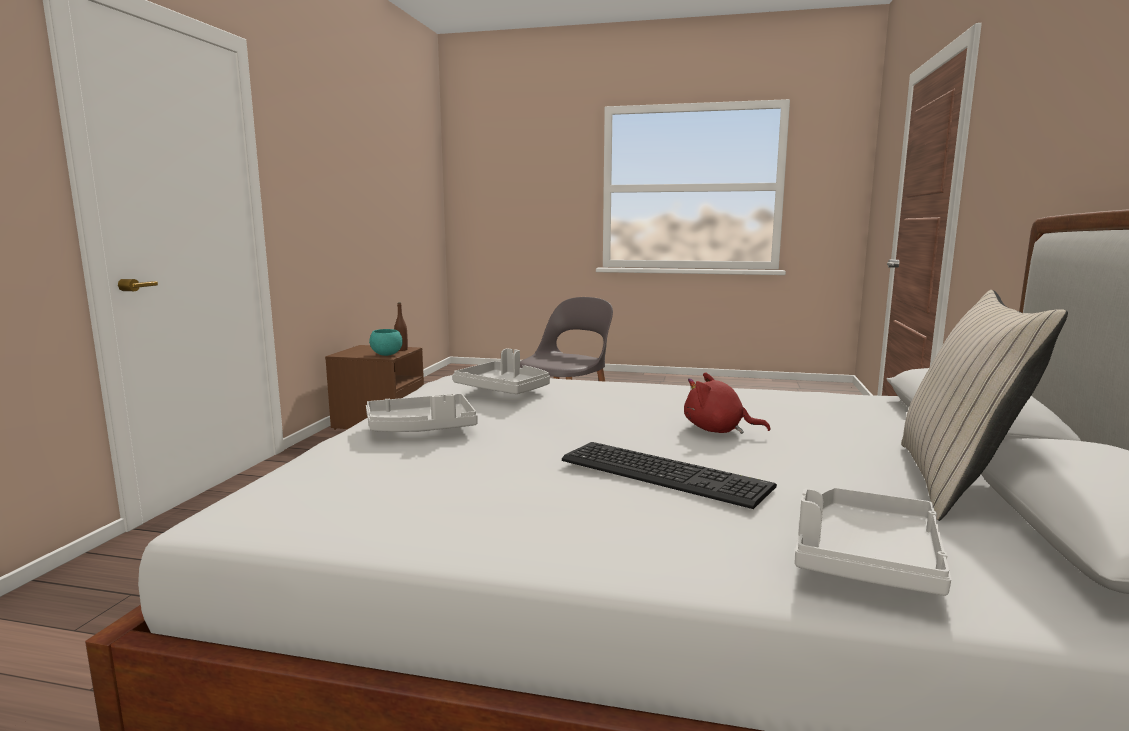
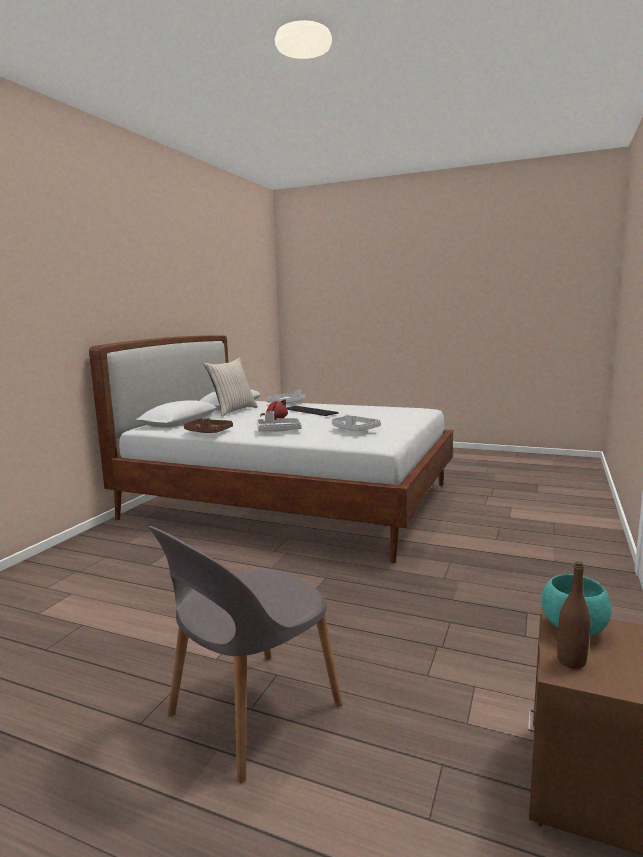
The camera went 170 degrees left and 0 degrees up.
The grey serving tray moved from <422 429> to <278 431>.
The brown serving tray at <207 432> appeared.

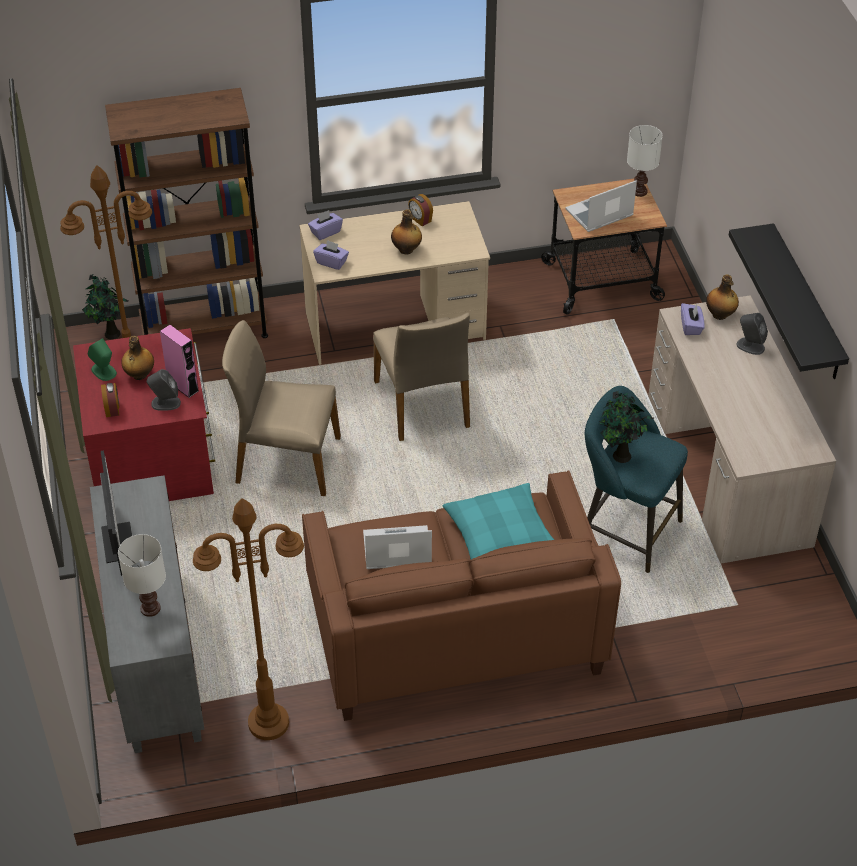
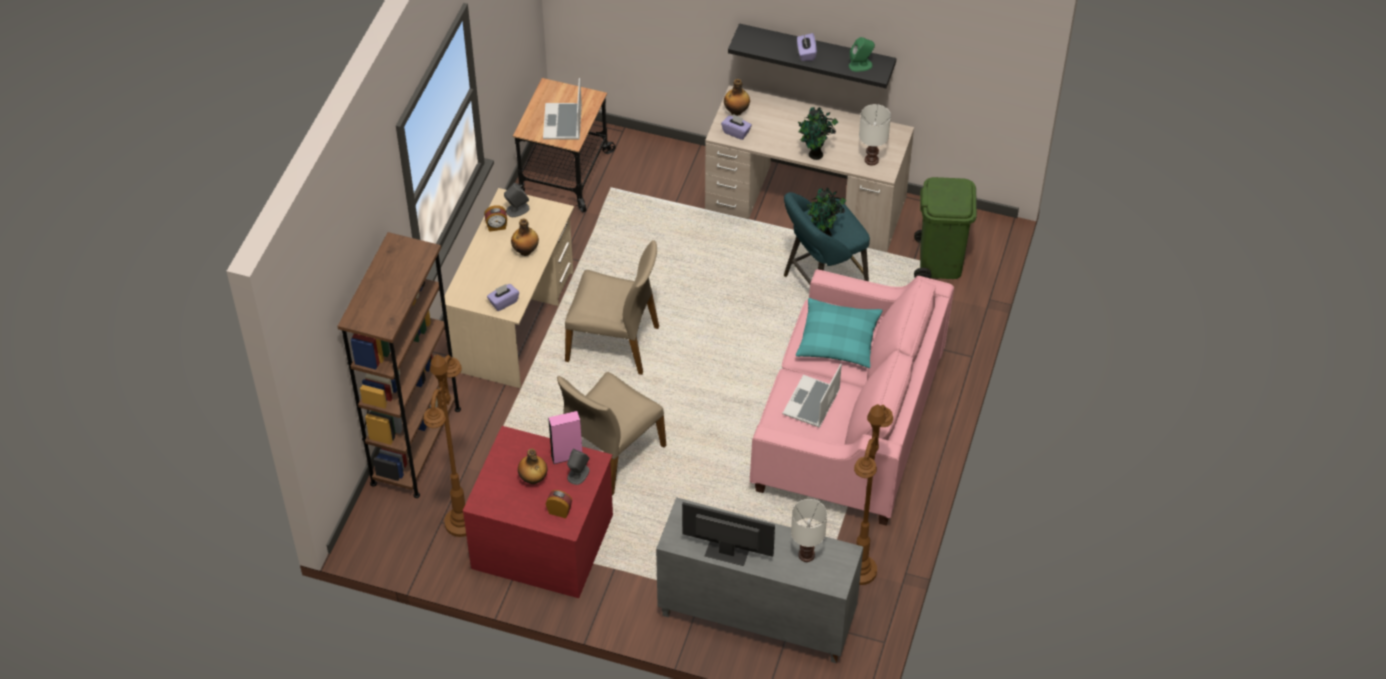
The camera went 60 degrees left and 5 degrees up.
The houseplant moved from <110 334> to <815 155>.
The green loudspeaker moved from <104 371> to <861 65>.
The brown settee at <455 631> became the pink settee at <848 426>.
The purplish tissue holder moved from <325 232> to <806 53>.
The whitish lamp for a table moved from <640 191> to <872 160>.
The grey loudspeaker moved from <750 346> to <517 209>.
The green waste bin at <940 261> appeared.

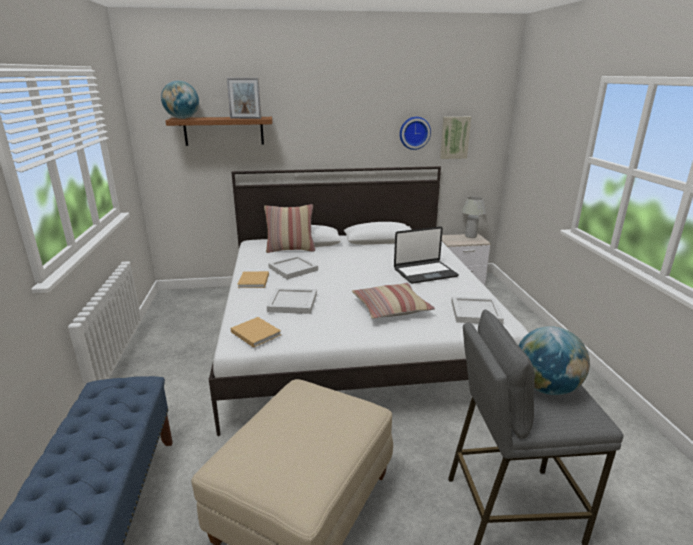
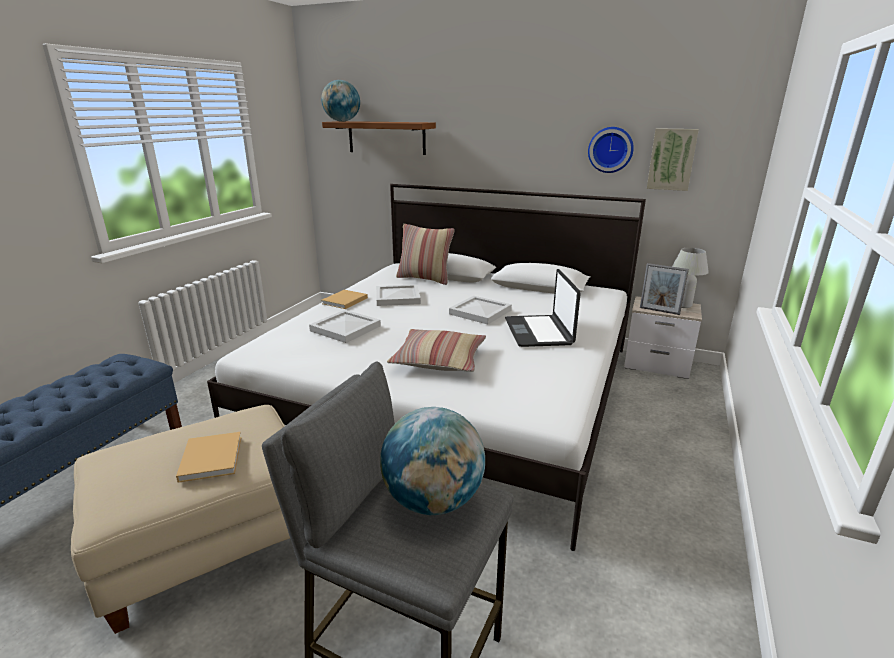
The camera went 30 degrees right and 0 degrees up.
The standing frame moved from <245 118> to <659 311>.
The beige bound book moved from <255 333> to <211 457>.
The portable computer at <425 272> turned 75 degrees clockwise.
The whitish serving tray moved from <476 313> to <480 312>.

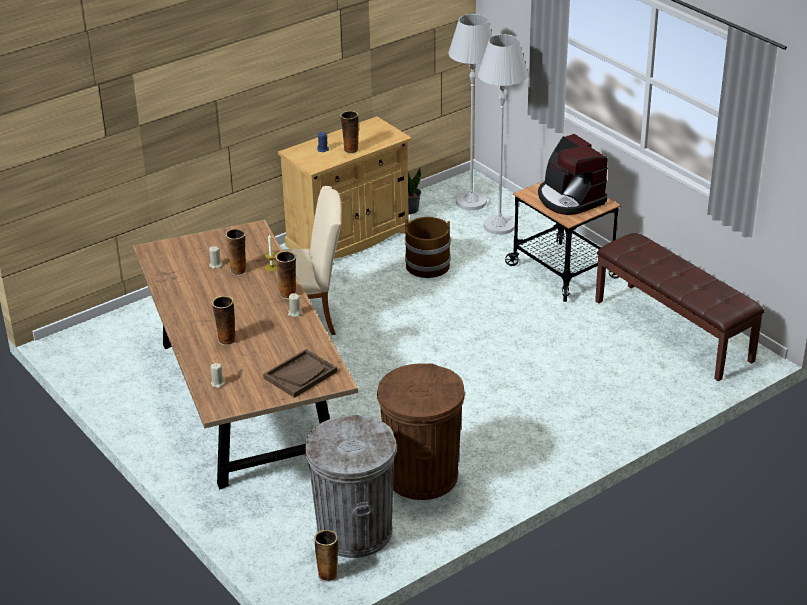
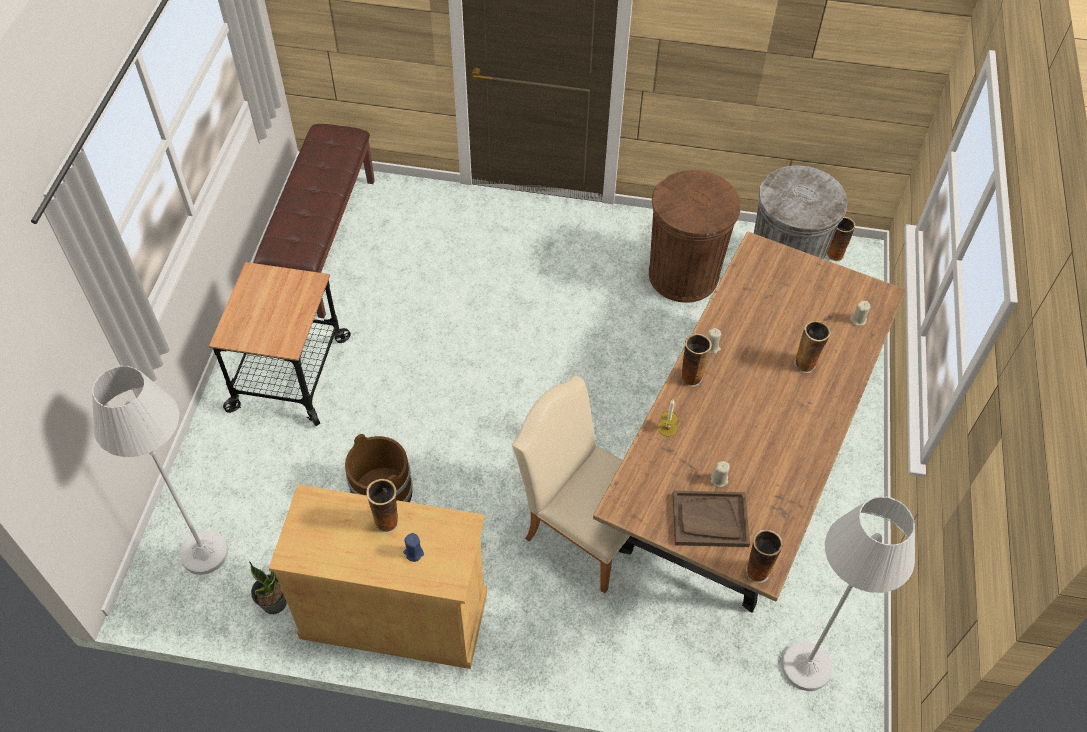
The camera went 135 degrees left and 20 degrees up.
The decorative vase moved from <239 270> to <756 570>.
The brown serving tray moved from <300 375> to <709 520>.
The whitish floor lamp moved from <499 226> to <806 666>.
The coffee machine at <570 199> disappeared.

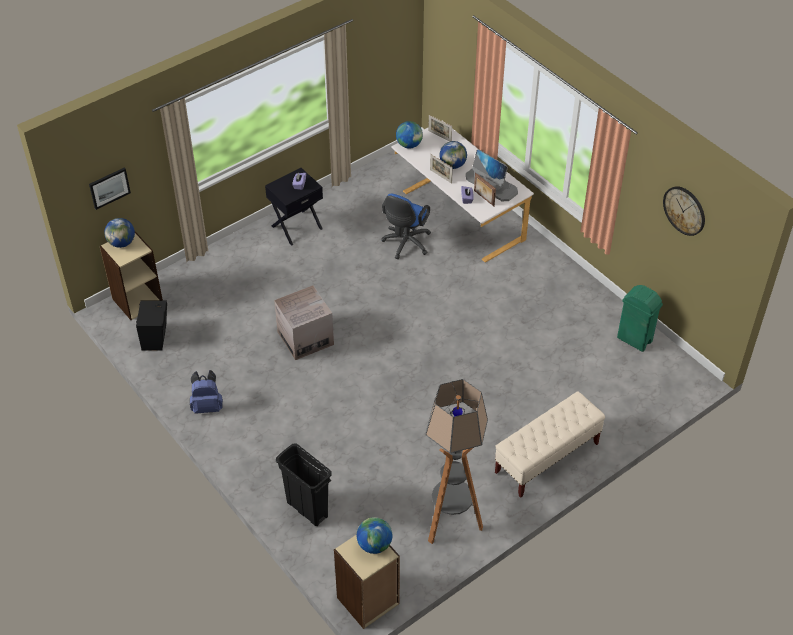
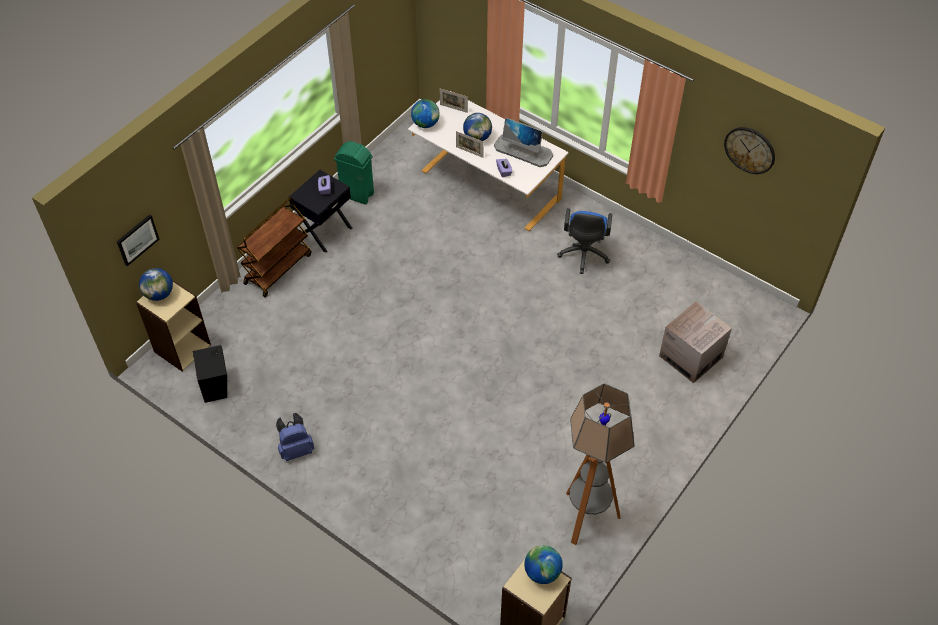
The camera went 15 degrees left and 5 degrees up.
The carton moved from <305 338> to <691 356>.
The black waste bin at <307 509> disappeared.
The blue computer chair moved from <405 244> to <583 255>.
The standing frame at <483 198> disappeared.
The beige long seat at <546 458> disappeared.
The green waste bin moved from <634 340> to <357 195>.
The brown trolley at <278 268> appeared.

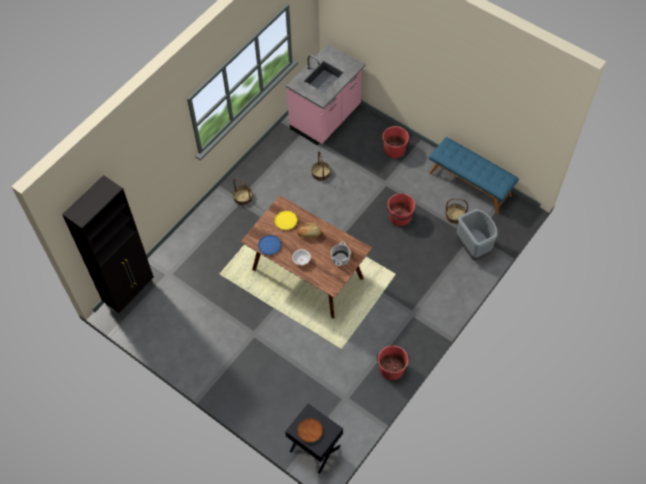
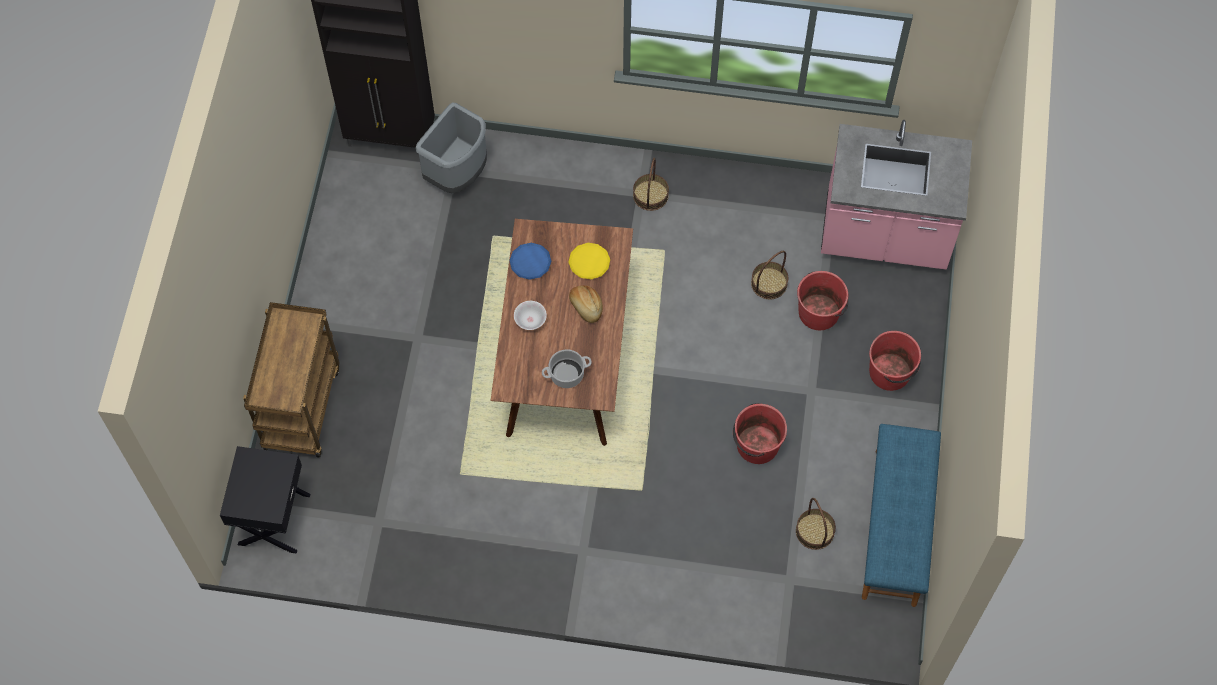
The camera went 60 degrees right and 5 degrees up.
The brown flat dish at <310 431> disappeared.
The red-coloured water bucket moved from <391 368> to <819 312>.
The grey waste bin moved from <473 247> to <457 173>.
The brown trolley at <301 406> appeared.

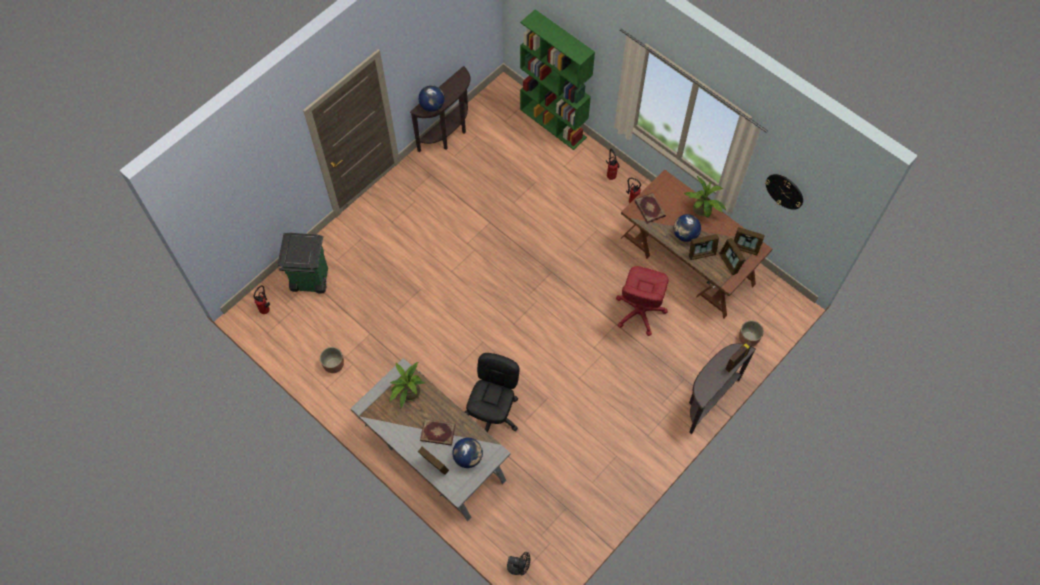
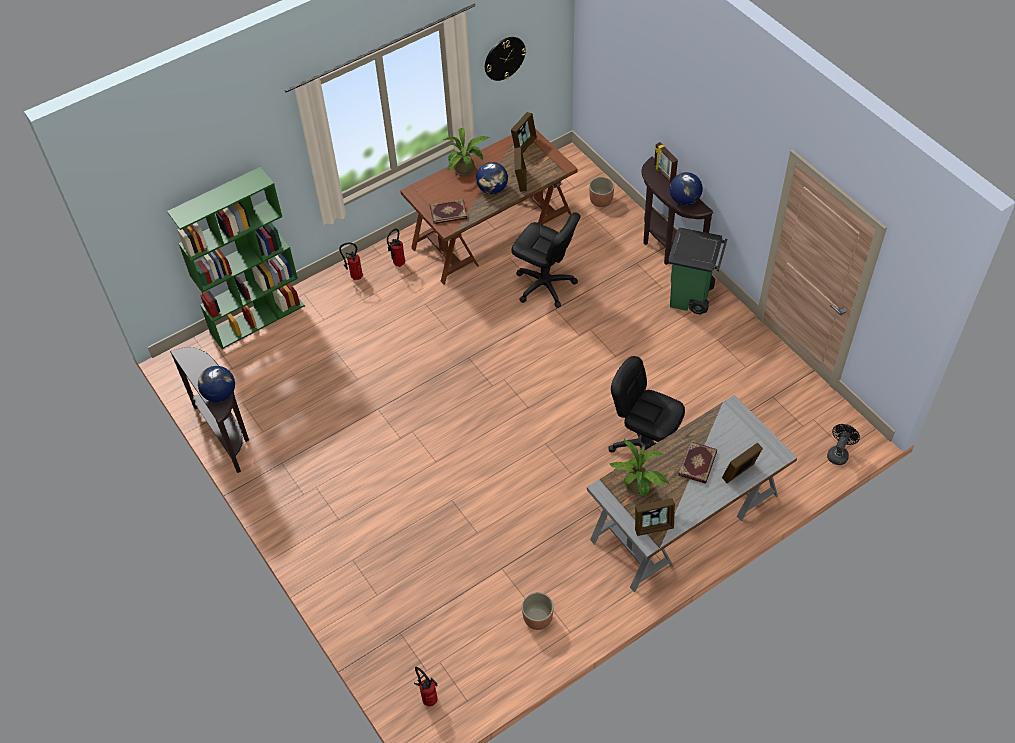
The camera went 75 degrees left and 10 degrees down.
The green waste bin moved from <309 280> to <691 297>.
The world globe moved from <468 457> to <684 200>.
The red-coloured computer chair at <639 312> became the black computer chair at <545 285>.
The standing frame moved from <729 263> to <653 526>.

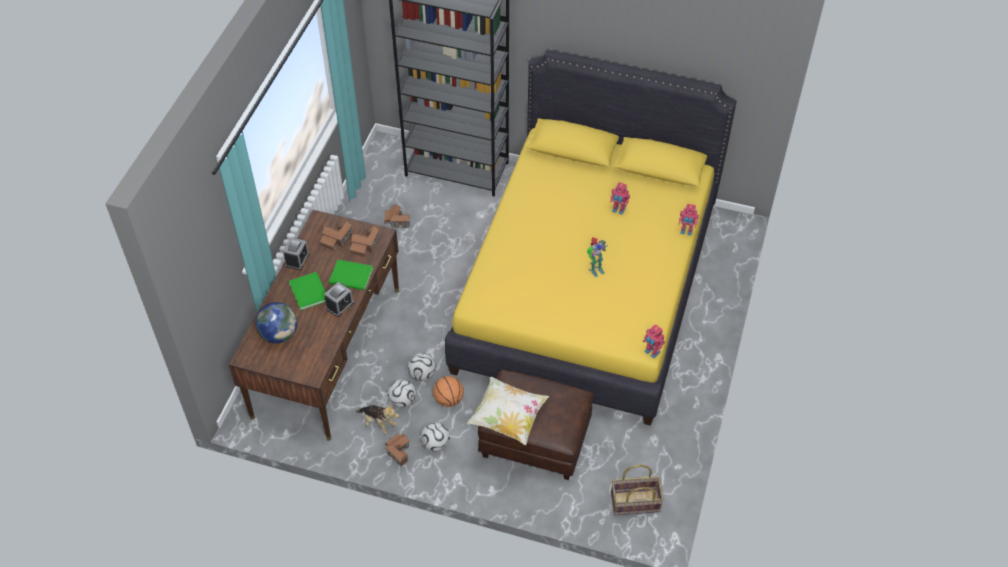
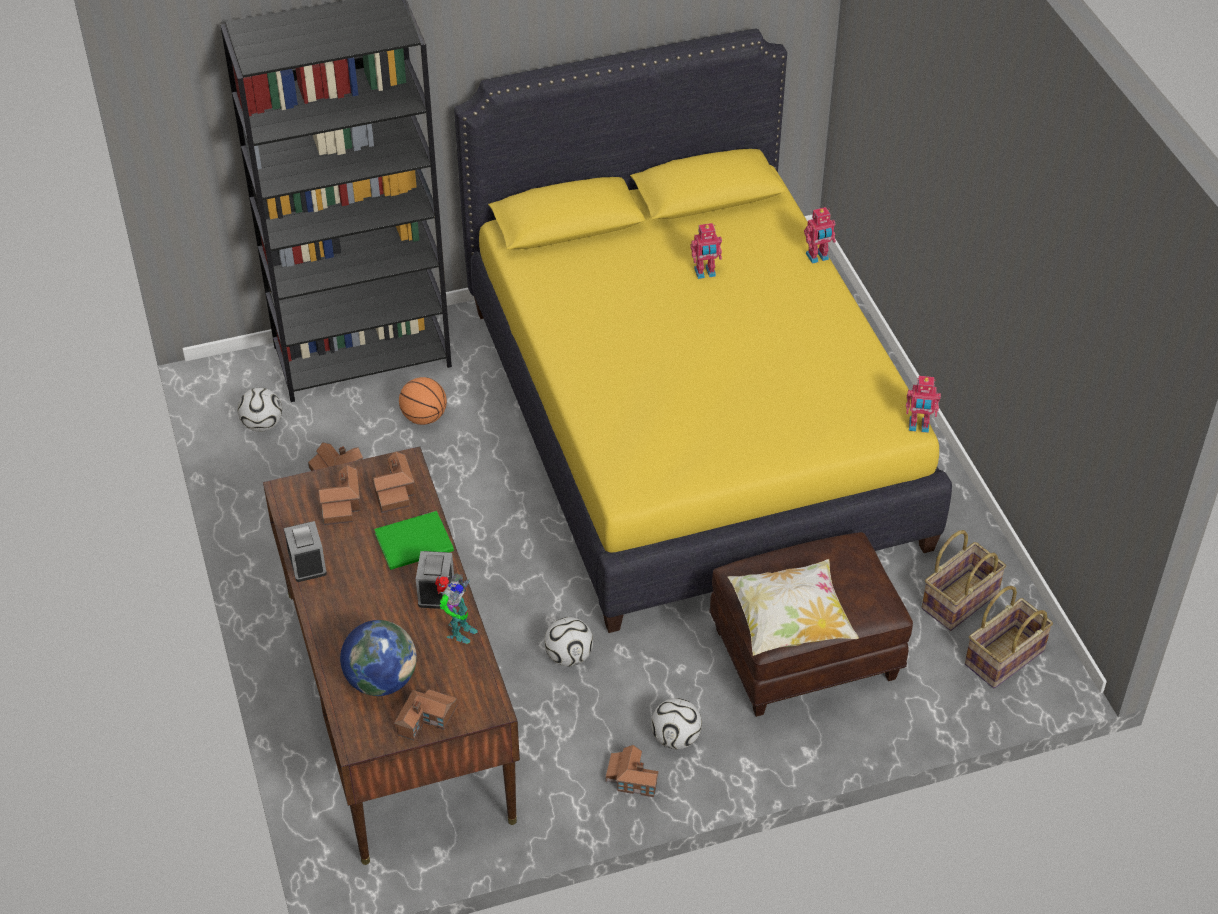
The camera went 35 degrees left and 5 degrees down.
The green bound book at <309 290> disappeared.
The plush toy at <378 423> disappeared.
The ball for football moved from <402 401> to <262 424>.
The basketball moved from <448 399> to <424 417>.
The model robot moved from <595 269> to <458 632>.
The miniature house at <427 719> appeared.
The storage basket at <959 600> appeared.

